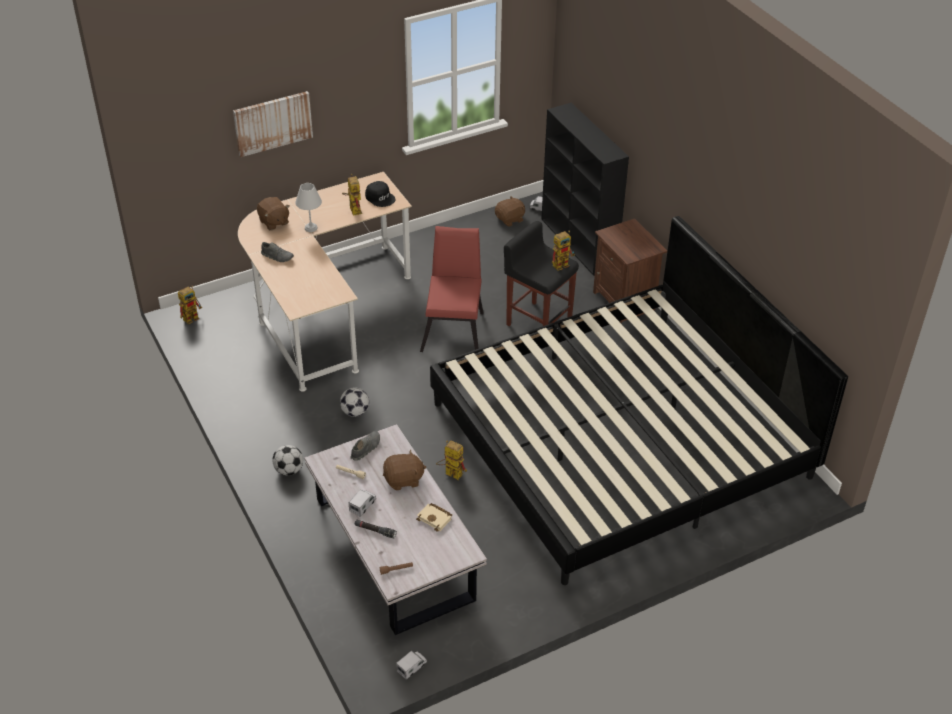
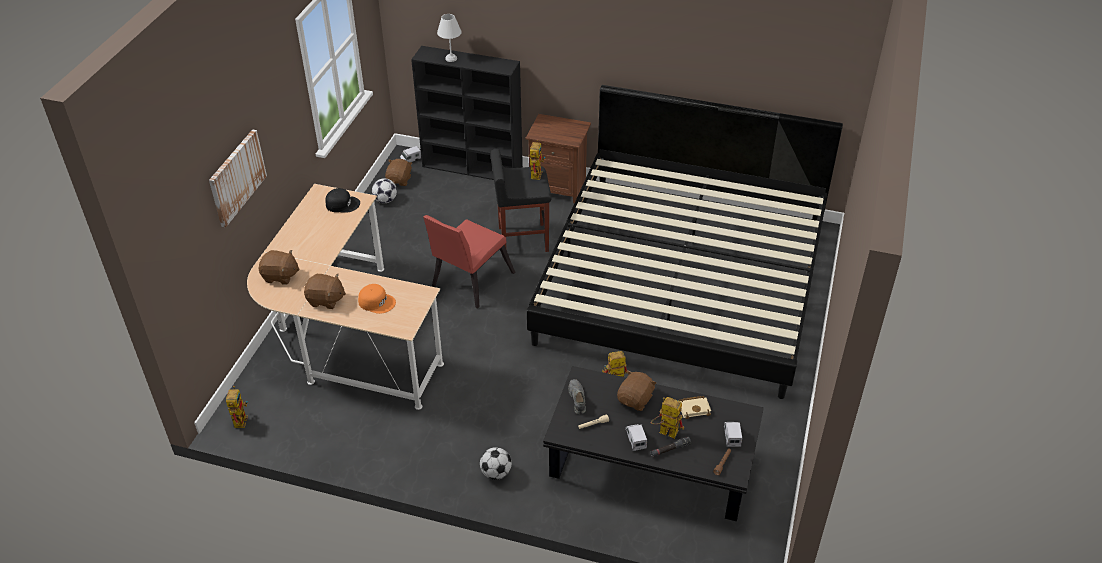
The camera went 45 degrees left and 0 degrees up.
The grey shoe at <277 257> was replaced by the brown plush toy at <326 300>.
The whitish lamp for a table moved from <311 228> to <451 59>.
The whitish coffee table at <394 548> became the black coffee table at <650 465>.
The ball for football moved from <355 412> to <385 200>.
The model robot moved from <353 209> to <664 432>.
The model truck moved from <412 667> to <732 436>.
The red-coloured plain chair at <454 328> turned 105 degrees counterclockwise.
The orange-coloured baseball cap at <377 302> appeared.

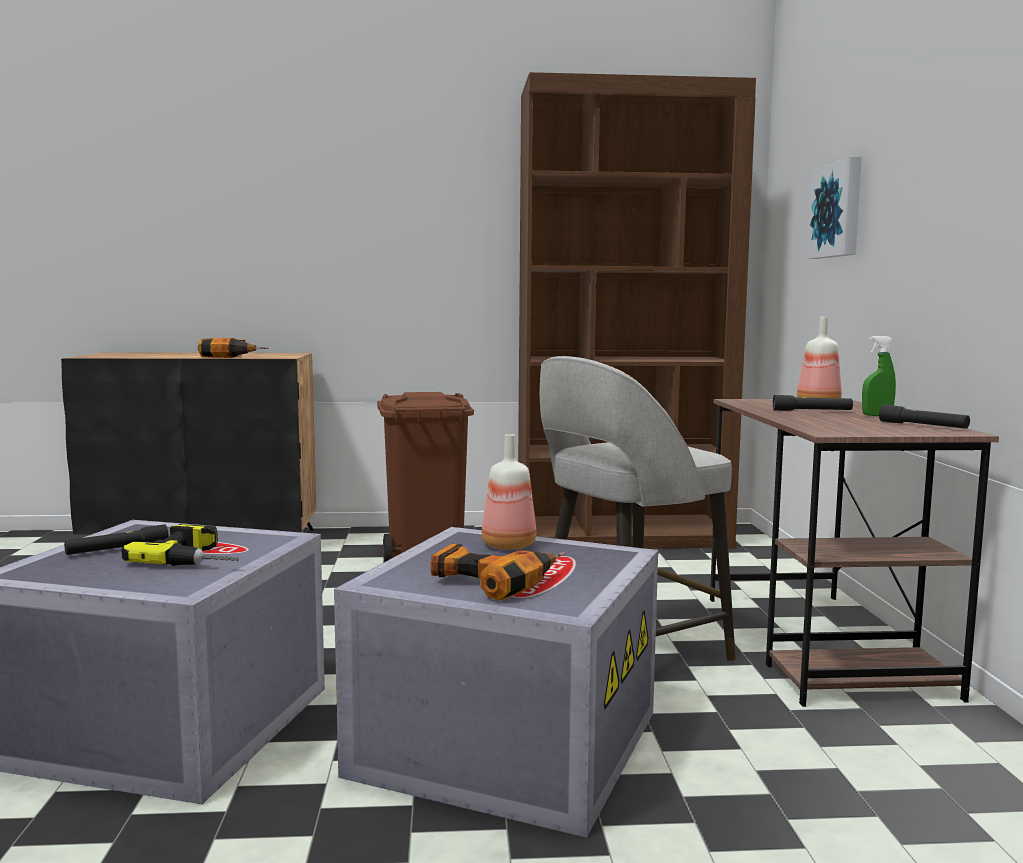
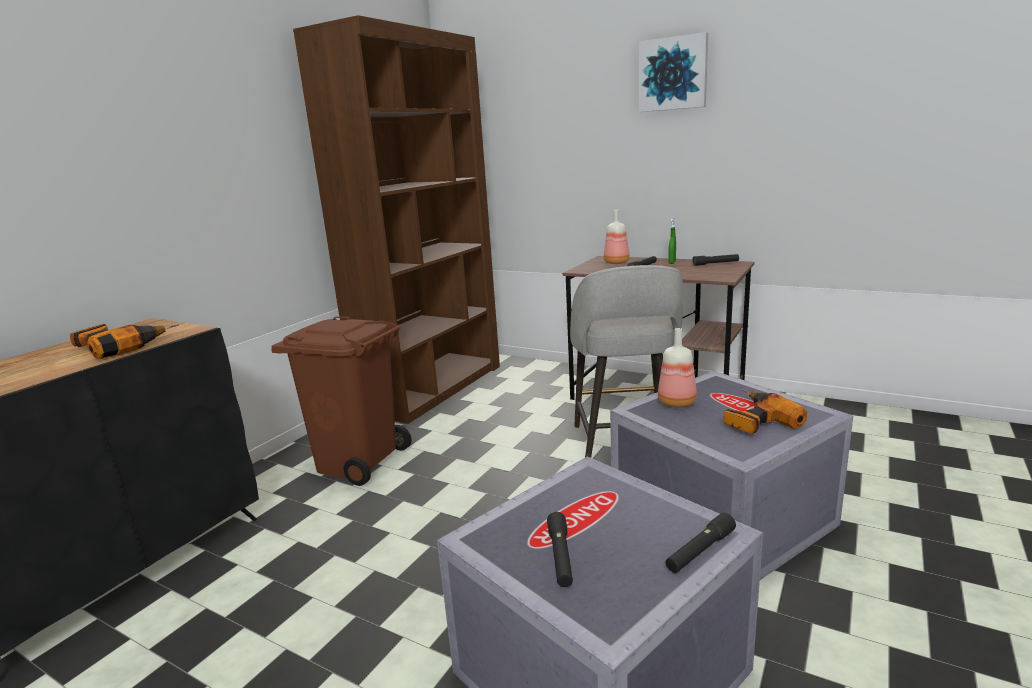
The camera went 55 degrees left and 10 degrees up.
The power drill at <199 558> disappeared.
The picture moved from <838 210> to <673 74>.
The black flashlight at <700 551> appeared.

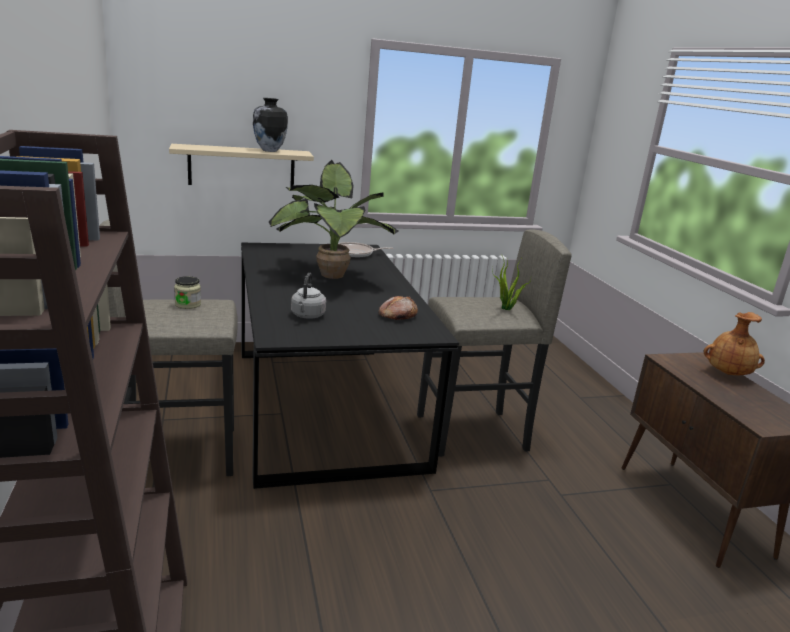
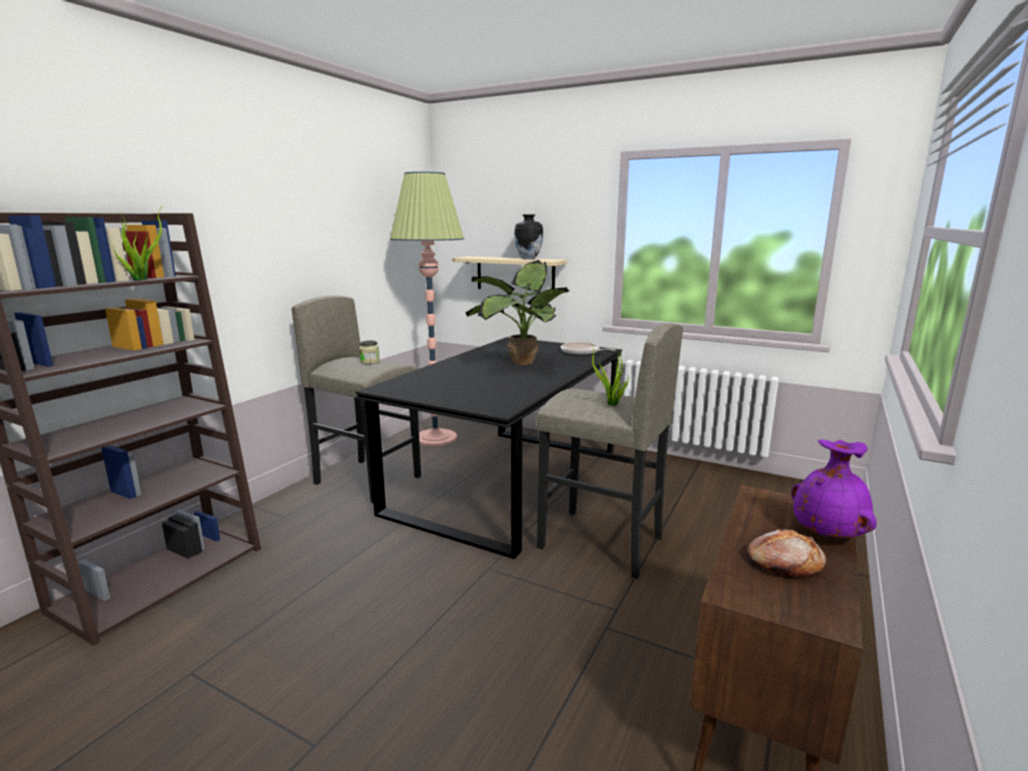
The camera went 45 degrees right and 5 degrees down.
The grey kettle at <307 316> disappeared.
The bread moved from <397 315> to <783 563>.
The brown decorative vase at <727 373> became the purplish decorative vase at <828 534>.
The houseplant at <142 279> appeared.
The floor lamp at <435 438> appeared.

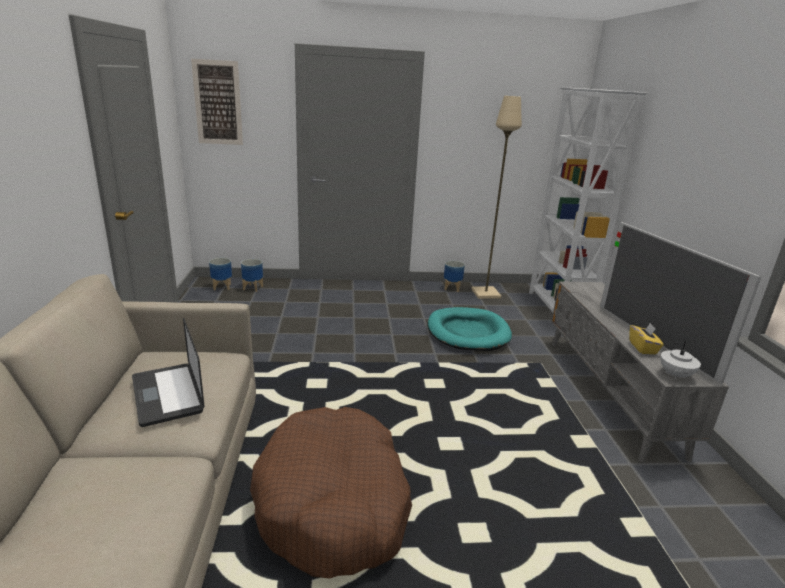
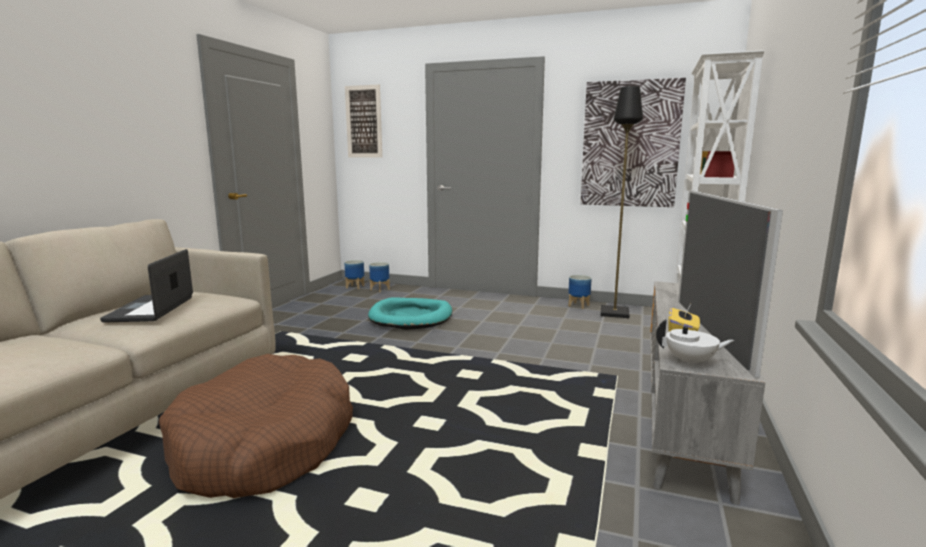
The camera went 25 degrees right and 10 degrees down.
The blue-green dog cushion moved from <468 332> to <411 317>.
The beige floor lamp at <486 294> became the black floor lamp at <615 313>.
The whitish teapot at <675 375> turned 135 degrees counterclockwise.
The picture at <630 144> appeared.

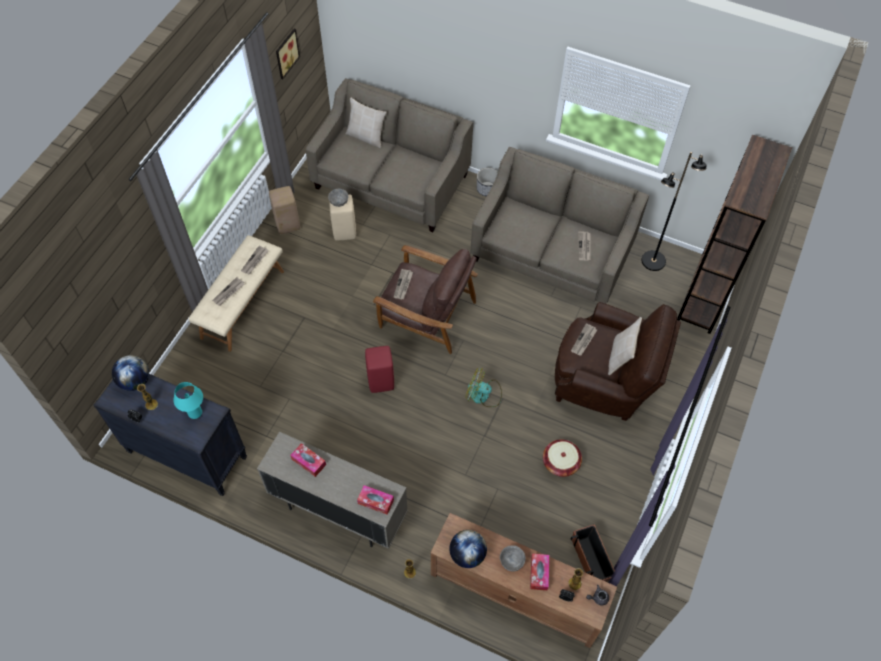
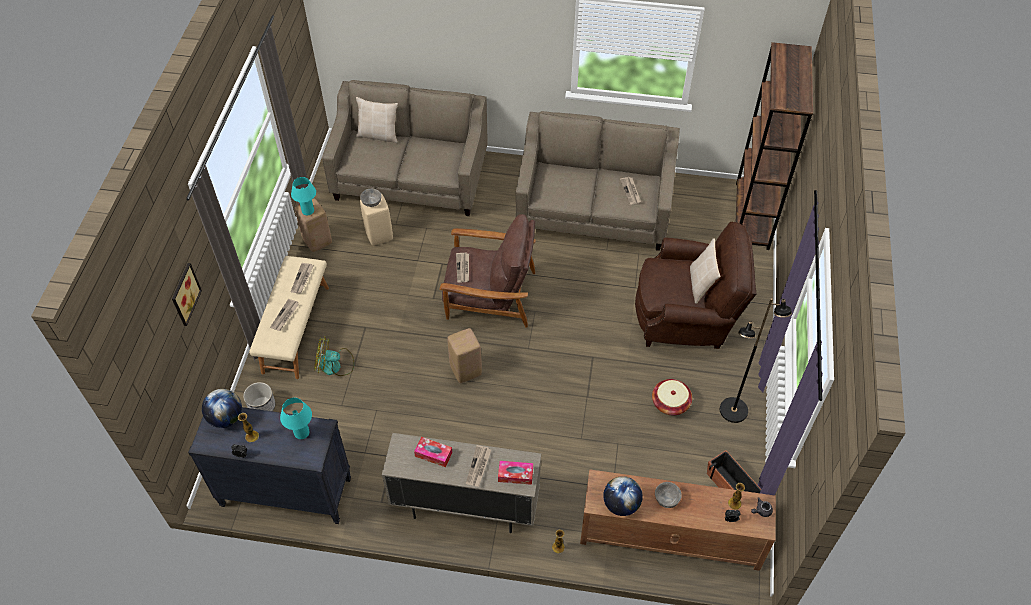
The camera went 15 degrees left and 5 degrees down.
The picture moved from <286 53> to <183 294>.
The red-coloured sitting stool at <381 381> became the beige sitting stool at <466 370>.
The electric fan moved from <483 395> to <335 365>.
The plant pot moved from <487 189> to <262 406>.
The tissue holder at <539 573> disappeared.
The newspaper moved from <584 341> to <478 467>.
The black floor lamp moved from <653 261> to <733 411>.
The blue-green lamp for a table at <308 211> appeared.

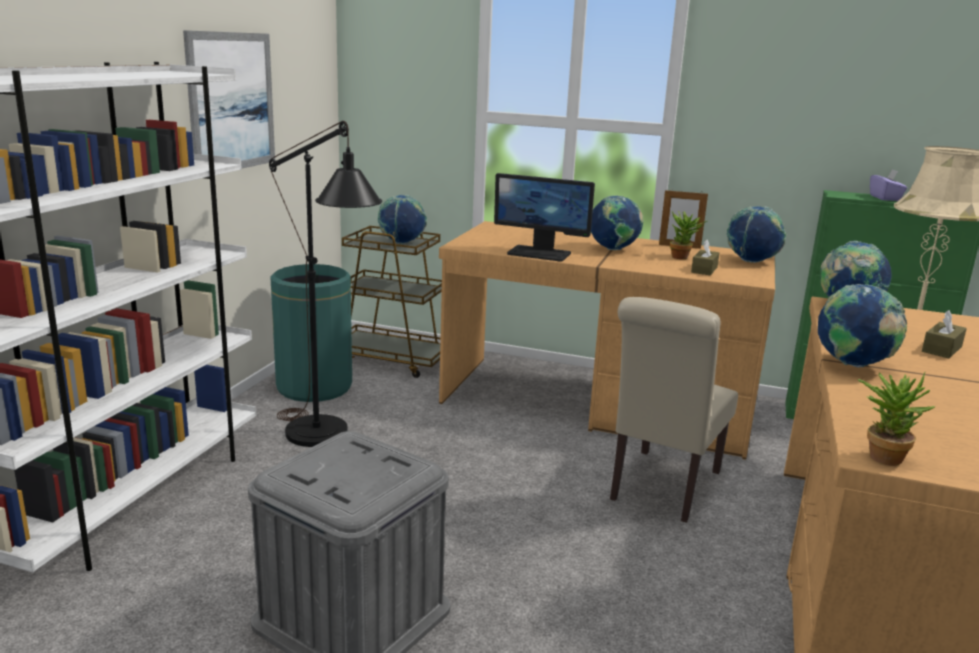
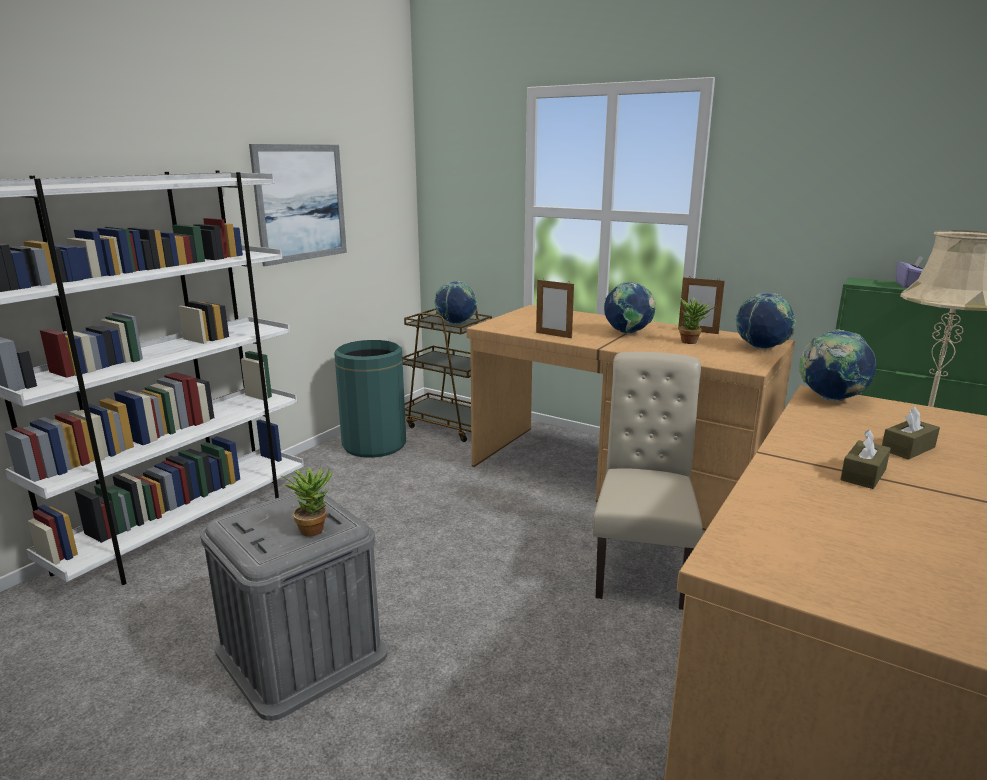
The camera went 15 degrees right and 0 degrees up.
The black floor lamp at <325 439> disappeared.
The monitor at <540 253> was replaced by the standing frame at <553 335>.
The beige plain chair at <662 488> turned 150 degrees clockwise.
The brown tissue holder moved from <704 270> to <863 474>.
The world globe at <852 365> disappeared.
The houseplant moved from <882 455> to <314 528>.

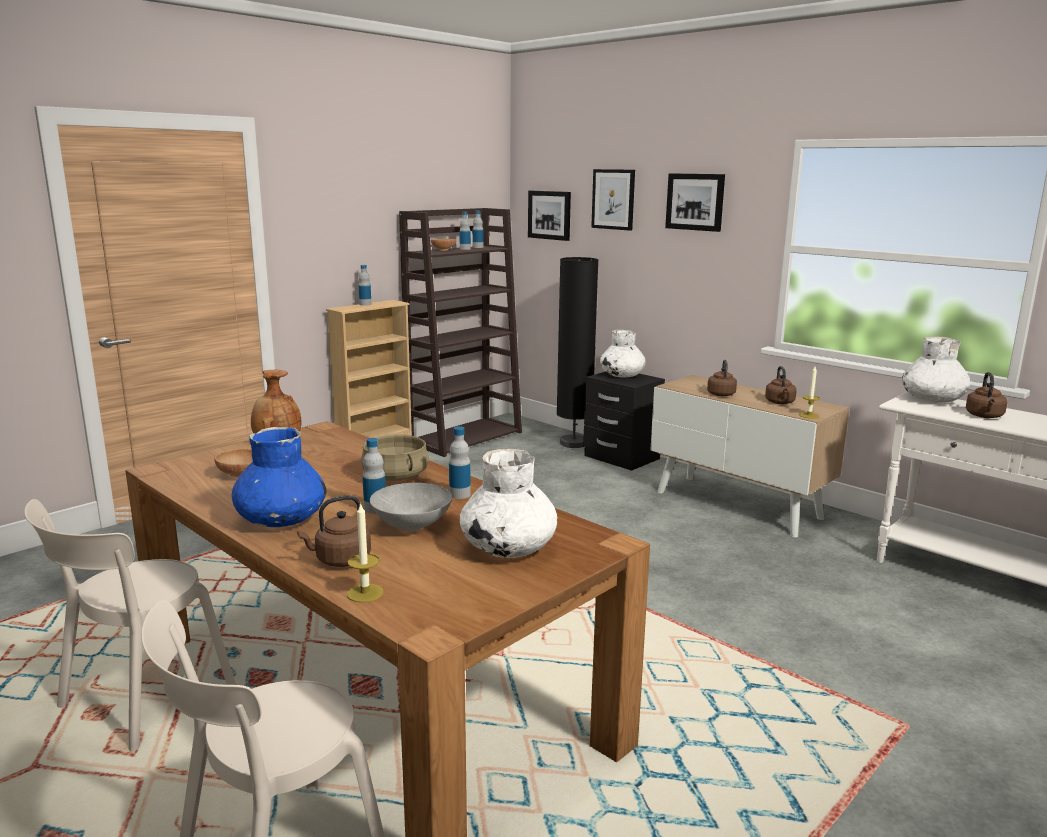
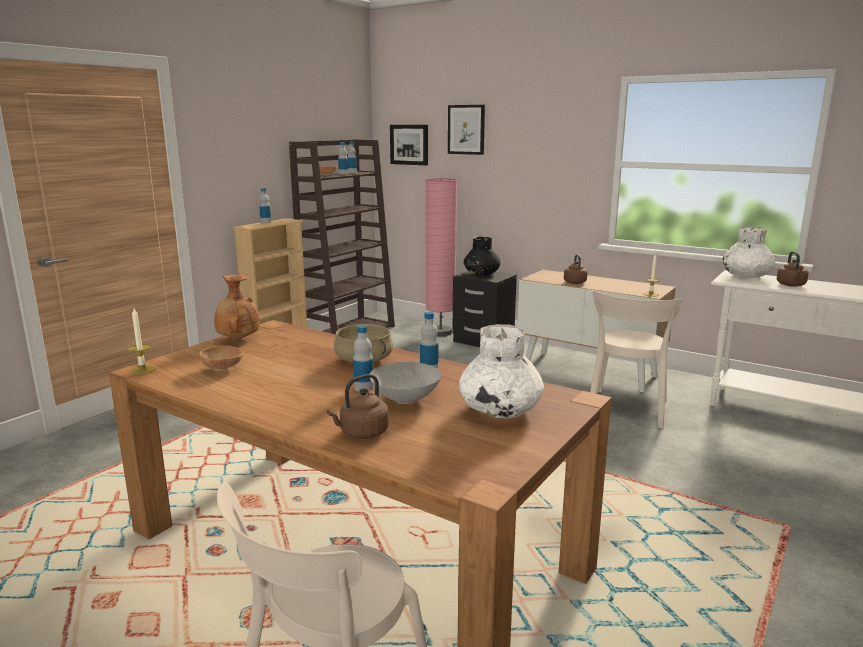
The camera went 10 degrees left and 0 degrees up.
The beige plain chair moved from <141 701> to <627 410>.
The blue decorative vase at <281 520> disappeared.
The candle moved from <365 593> to <142 370>.
The black floor lamp at <573 443> became the pink floor lamp at <440 332>.
The whitish decorative vase at <622 375> became the black decorative vase at <481 273>.
The picture at <695 202> disappeared.
The brown kettle at <780 402> disappeared.

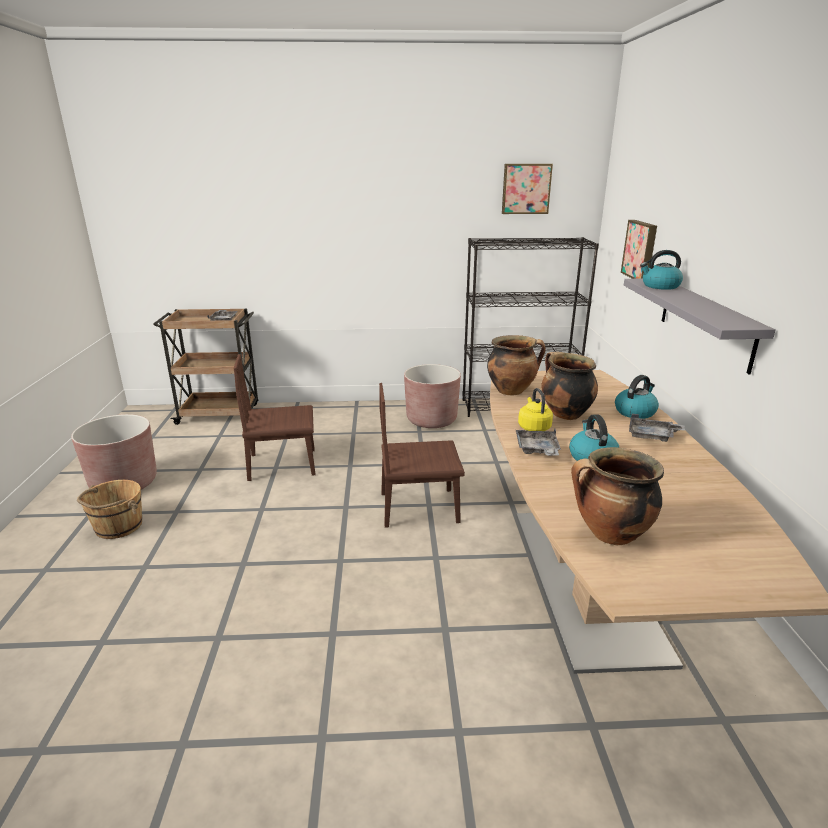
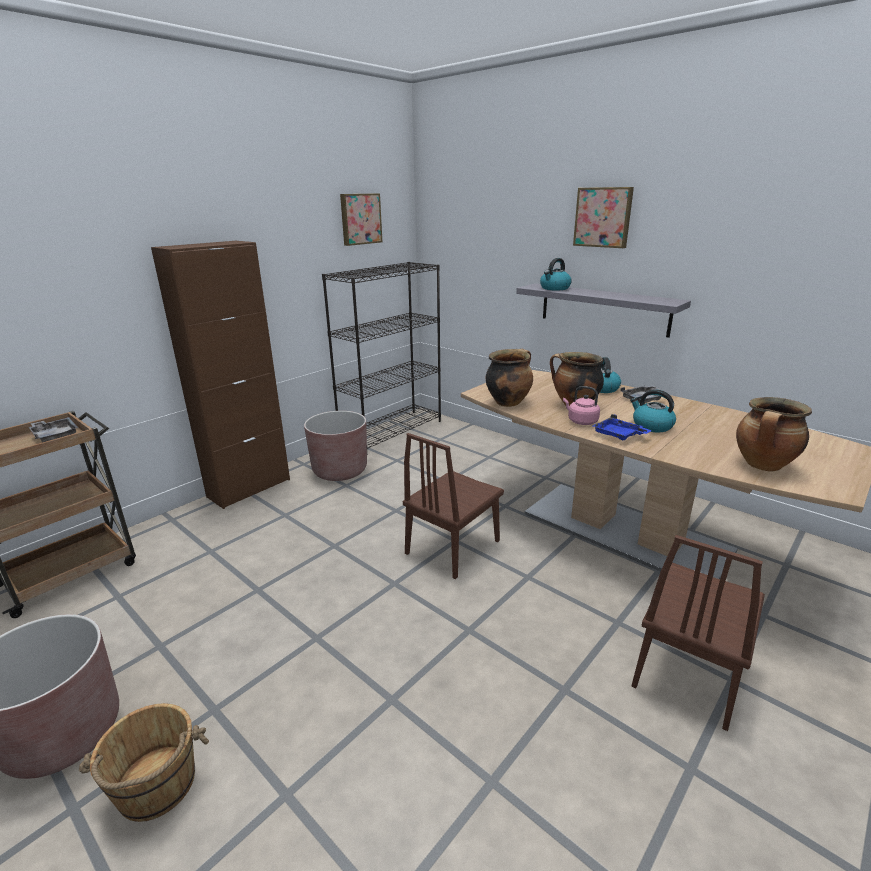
The camera went 45 degrees left and 0 degrees up.
The brown plain chair moved from <282 464> to <689 670>.
The grey serving tray at <537 450> became the blue serving tray at <618 435>.
The yellow kettle at <533 427> became the pink kettle at <581 421>.
The picture moved from <641 250> to <603 217>.
The brown cupboard at <249 488> appeared.

